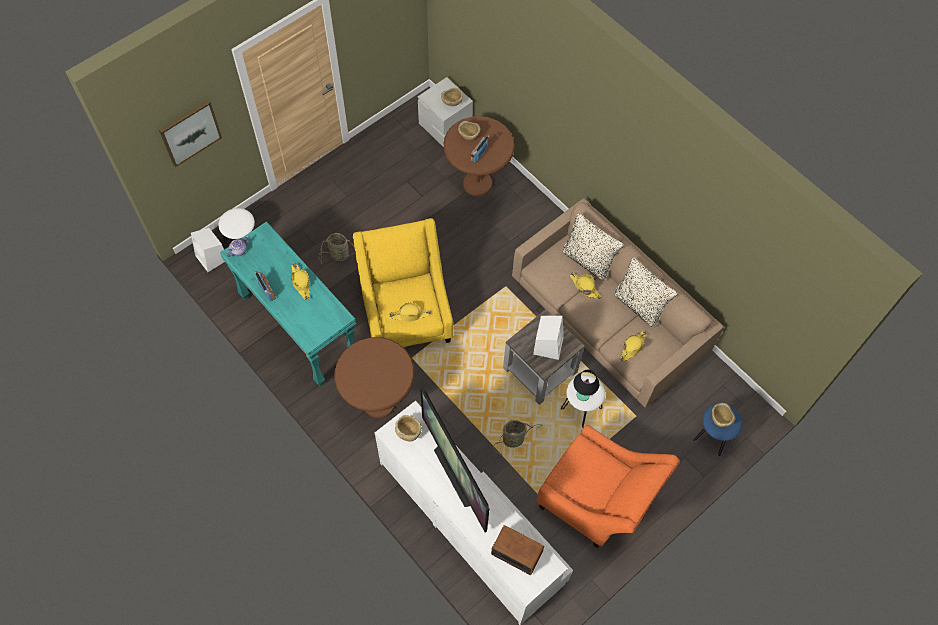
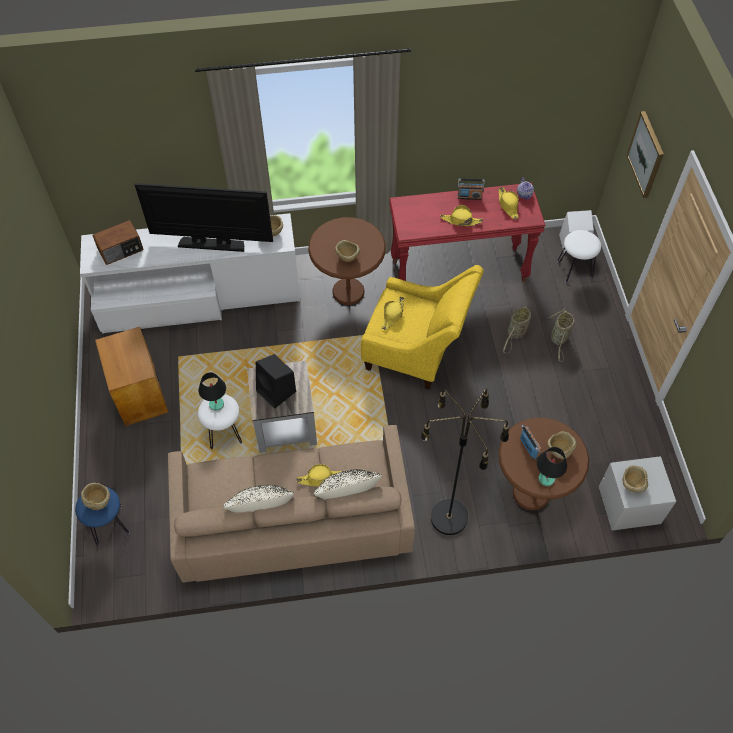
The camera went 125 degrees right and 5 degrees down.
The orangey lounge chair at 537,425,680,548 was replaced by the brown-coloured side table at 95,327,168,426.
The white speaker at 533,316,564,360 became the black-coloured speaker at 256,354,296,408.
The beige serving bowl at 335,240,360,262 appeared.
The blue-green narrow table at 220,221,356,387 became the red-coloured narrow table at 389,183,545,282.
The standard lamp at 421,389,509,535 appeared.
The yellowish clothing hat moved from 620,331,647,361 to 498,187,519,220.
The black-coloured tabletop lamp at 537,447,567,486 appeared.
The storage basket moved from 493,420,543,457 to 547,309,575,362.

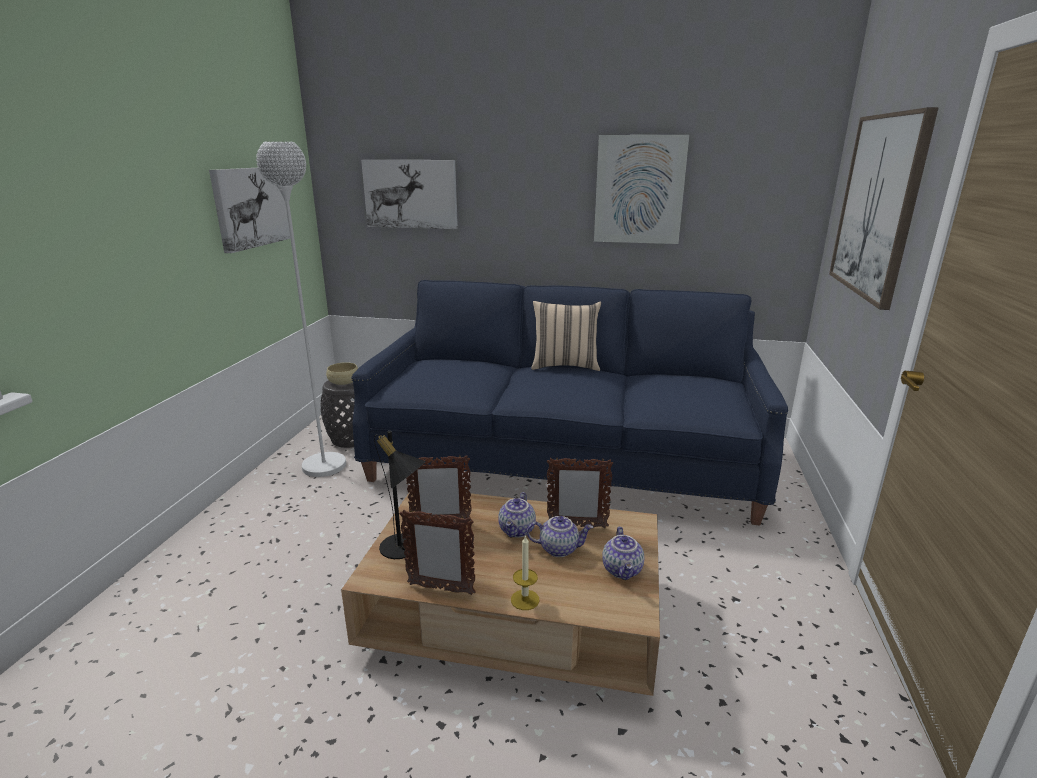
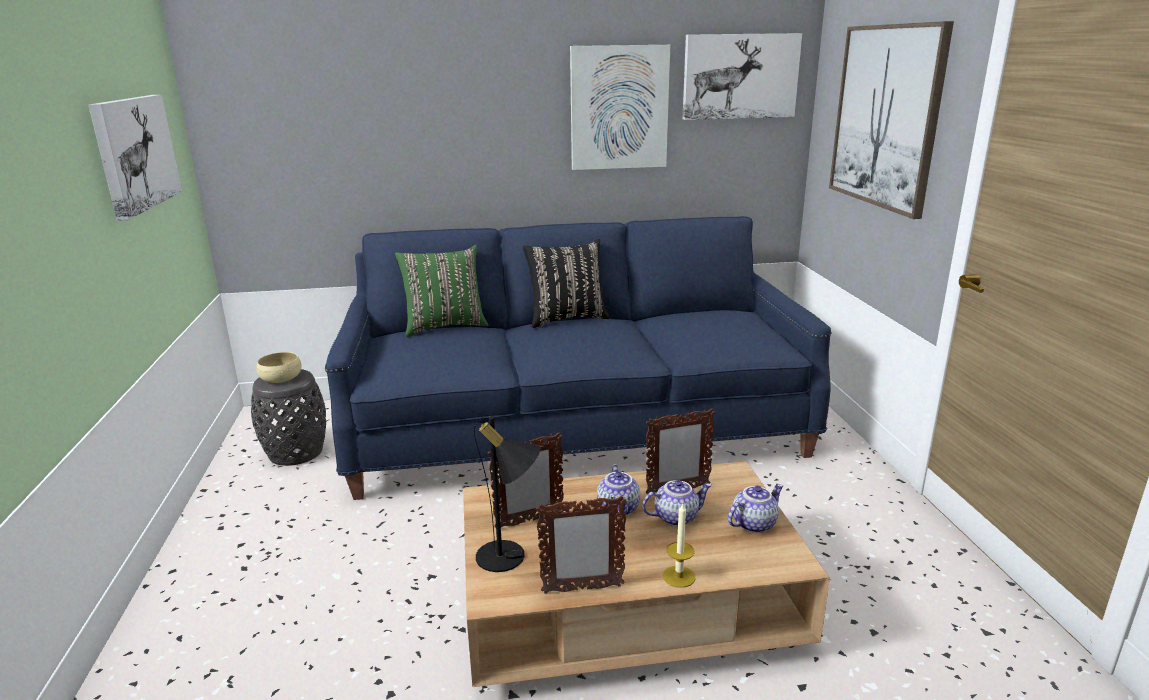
The camera went 20 degrees left and 0 degrees up.
The green-coloured pillow at 395,245,488,337 appeared.
The beige pillow at 531,301,601,371 became the black-coloured pillow at 523,239,609,328.
The wall picture moved from 361,160,458,229 to 682,33,802,120.
The teapot at 602,527,644,580 turned 105 degrees counterclockwise.
The white standard lamp at 256,141,346,477 disappeared.

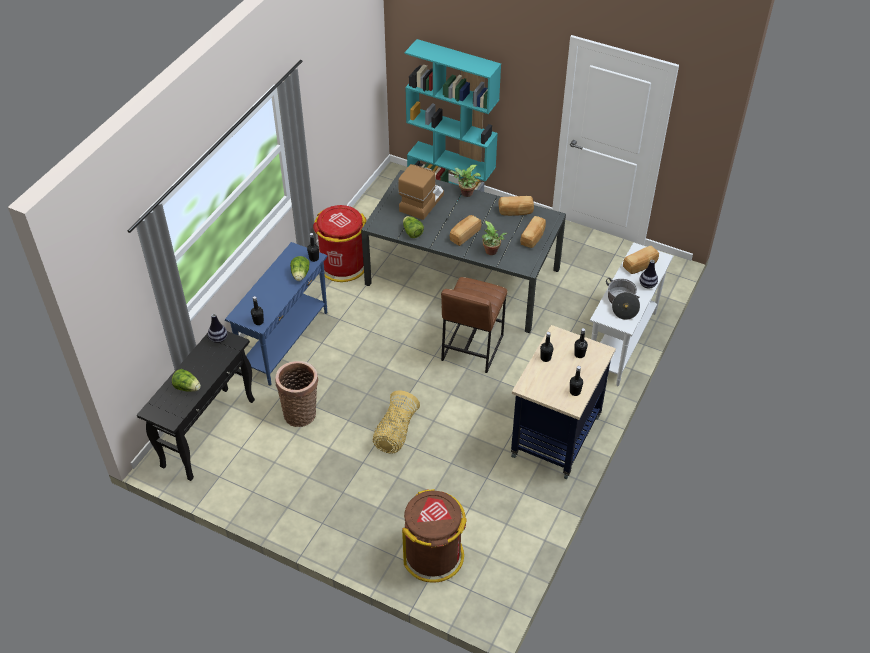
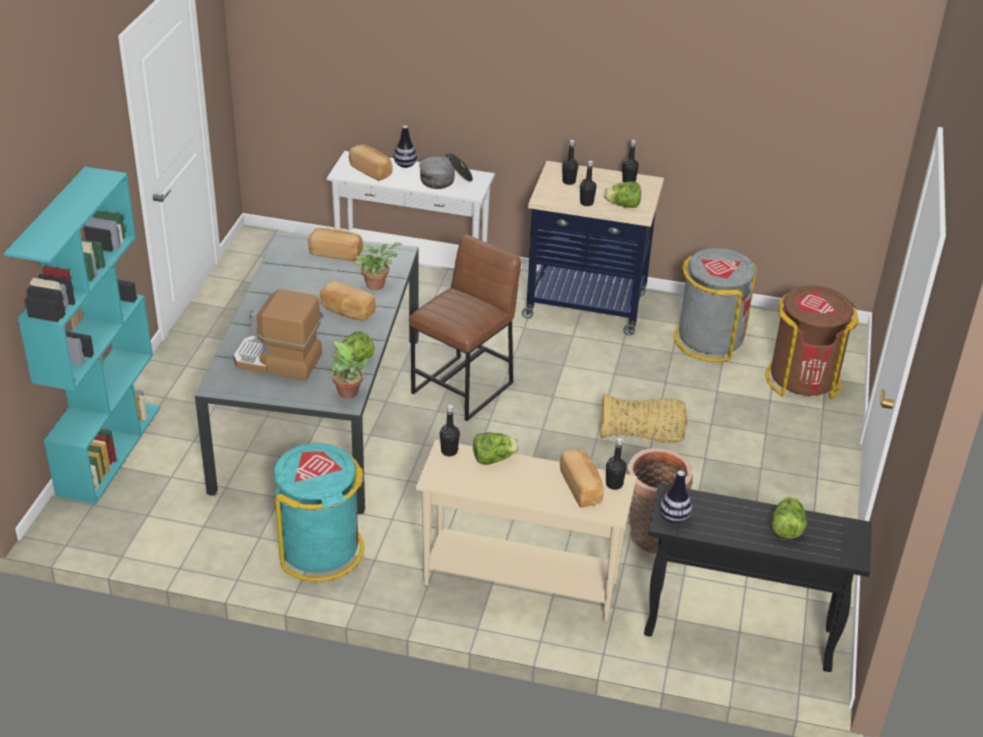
The camera went 105 degrees left and 10 degrees down.
The red-coloured trash can at 313,205,366,282 became the blue-green trash can at 273,443,364,582.
The plant in a pot moved from 450,165,481,197 to 330,341,372,399.
The brown-coloured plain chair at 441,277,507,373 turned 60 degrees counterclockwise.
The blue-coloured narrow table at 225,242,328,386 became the beige narrow table at 415,440,637,622.
The bakery bread moved from 498,196,534,216 to 560,449,604,508.
The lettuce at 604,182,641,208 appeared.
The grey trash can at 674,248,757,362 appeared.

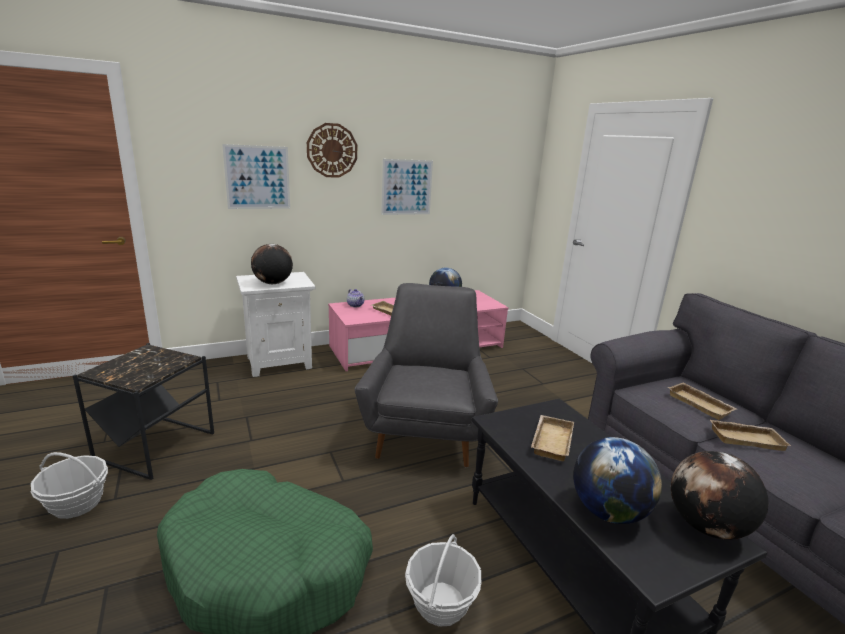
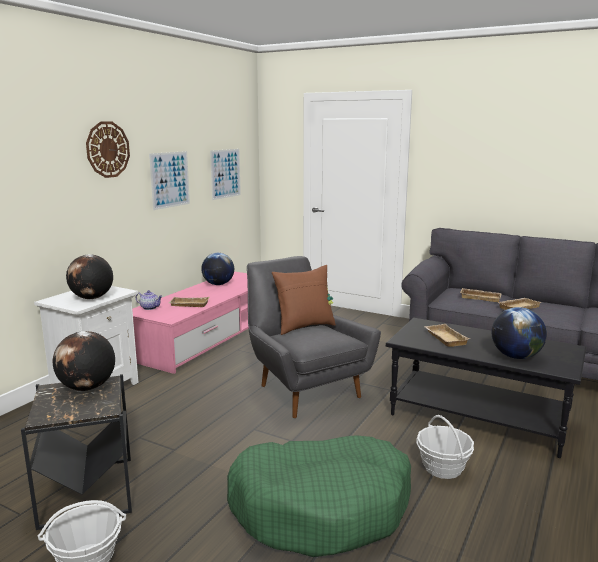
The camera went 35 degrees left and 5 degrees down.
The globe moved from 671,451,768,540 to 52,331,115,391.
The wall picture moved from 222,144,290,209 to 210,149,241,200.
The brown-coloured pillow at 272,265,336,335 appeared.

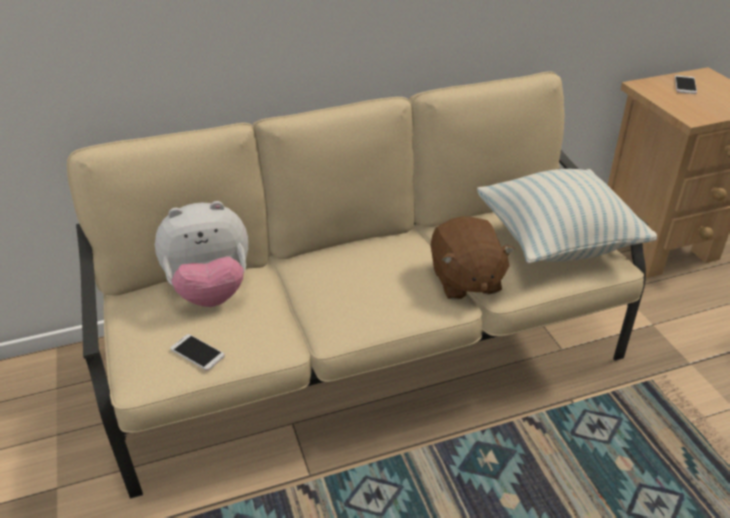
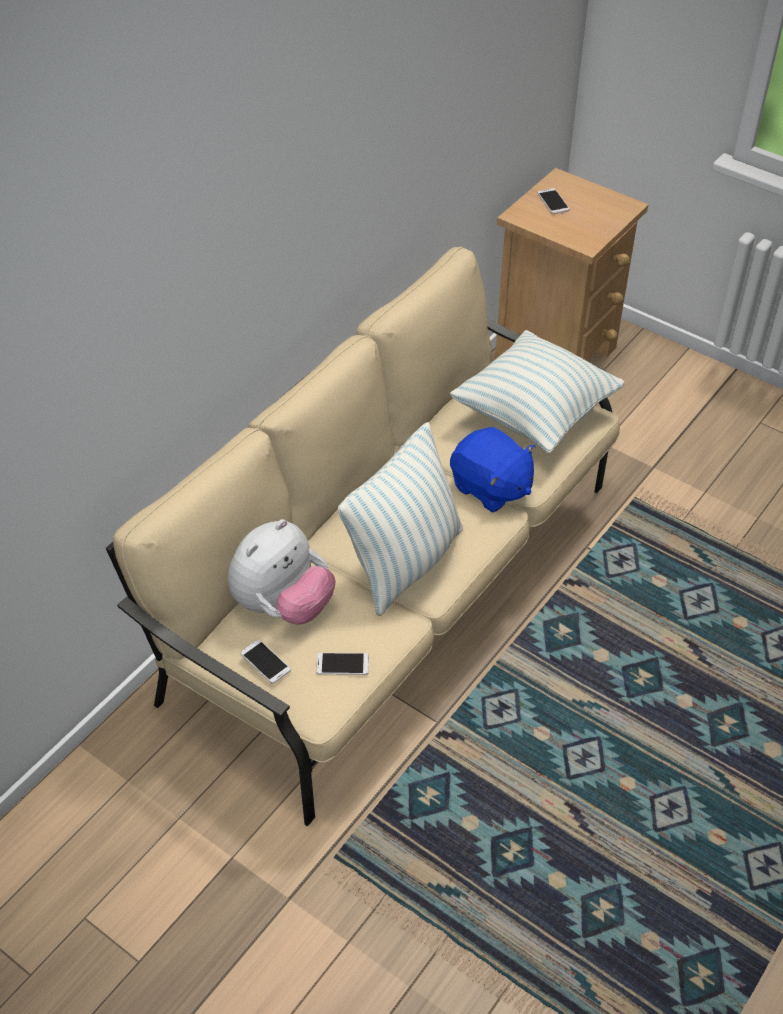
The camera went 35 degrees left and 10 degrees up.
The phone at 240,639,291,684 appeared.
The pillow at 338,422,463,616 appeared.
The brown-coloured soft toy at 430,217,515,300 became the blue-coloured soft toy at 450,427,536,513.

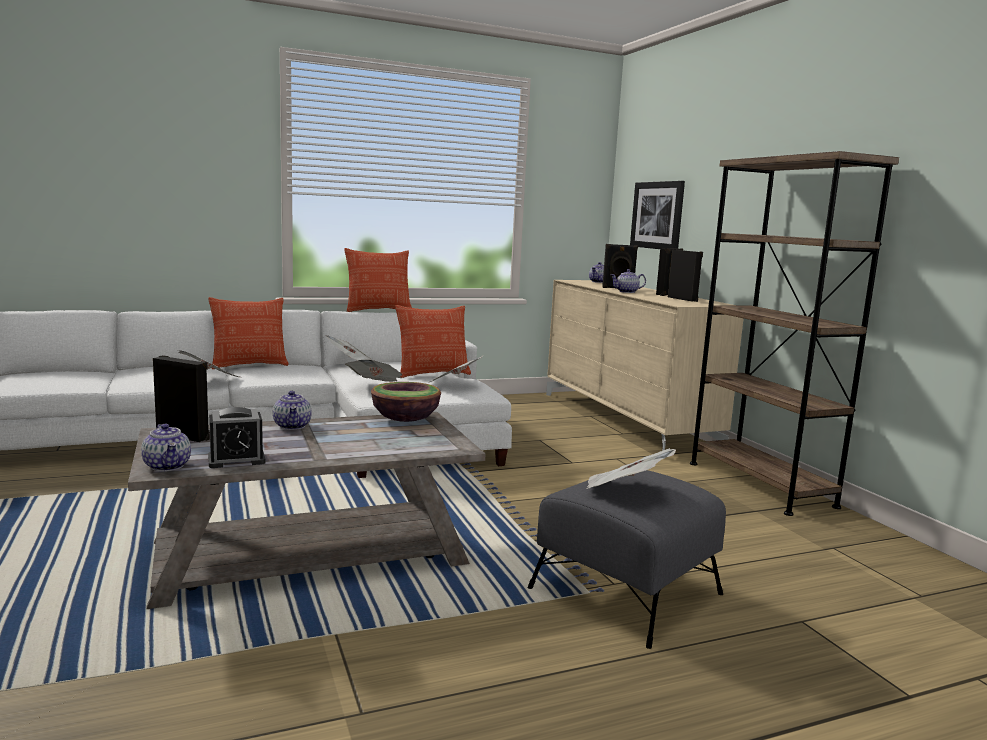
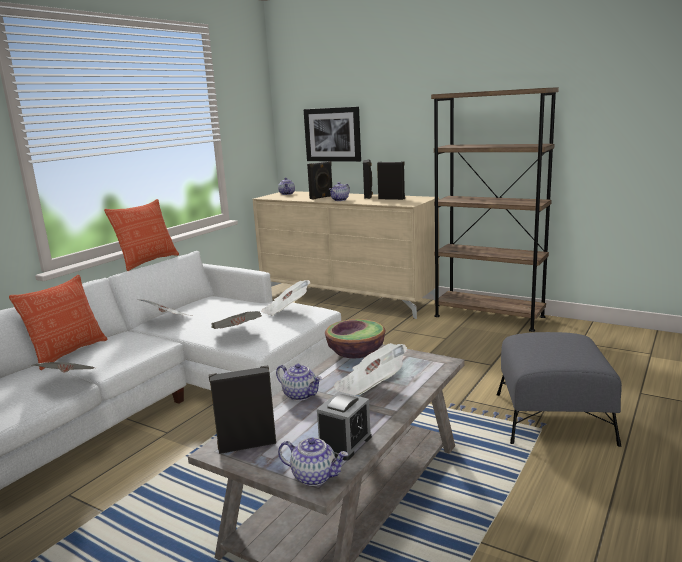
The camera went 35 degrees left and 5 degrees up.
The printed paper moved from 586,448,676,489 to 334,343,408,396.
The orangey pillow at 395,305,471,378 disappeared.

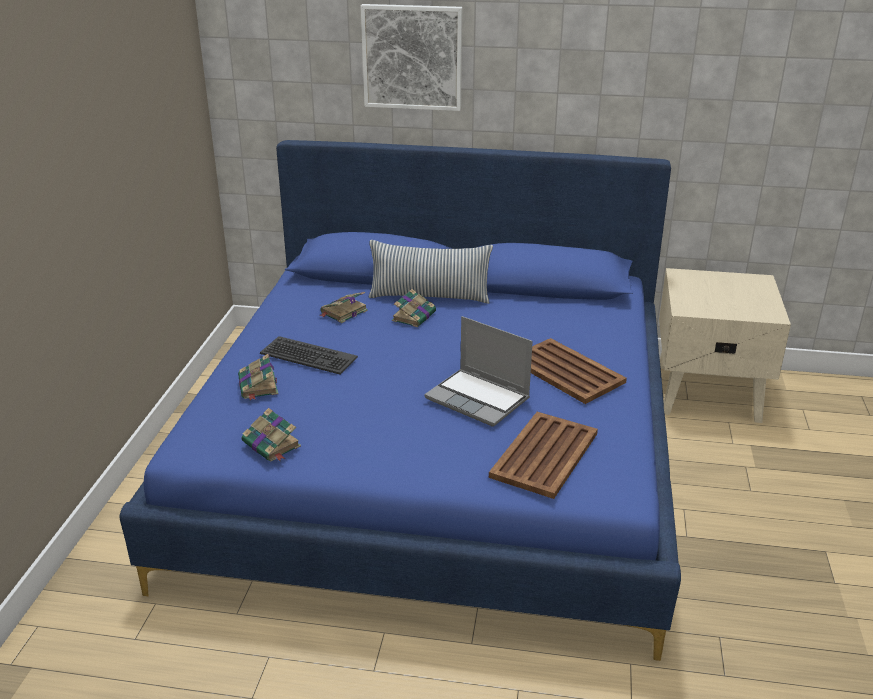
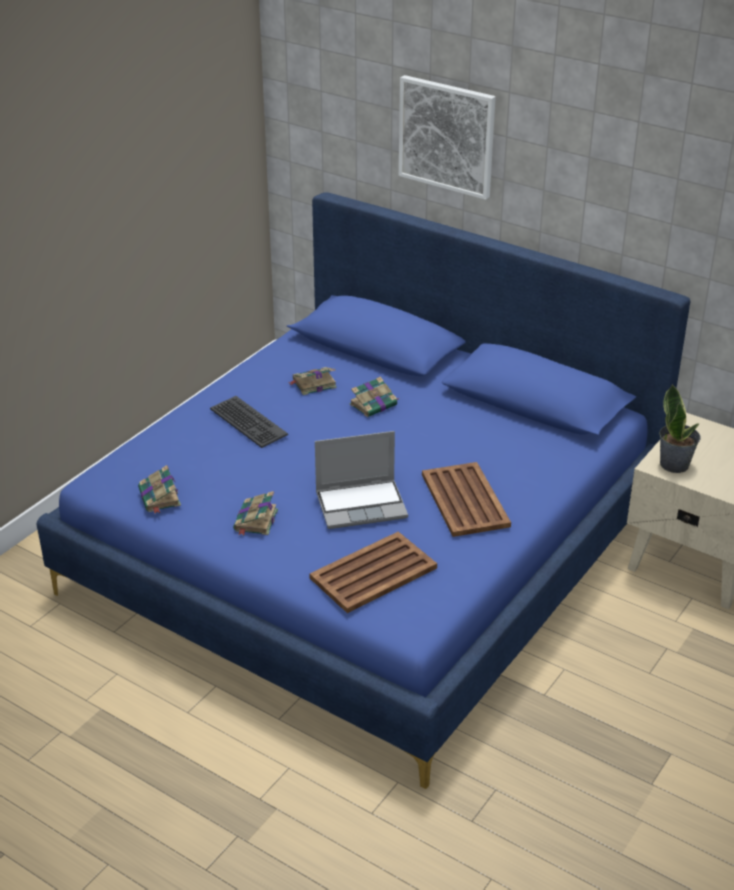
The camera went 25 degrees right and 5 degrees up.
The volume moved from 238,354,278,400 to 233,491,278,536.
The laptop at 425,316,533,427 turned 75 degrees counterclockwise.
The plant in a pot at 659,384,701,473 appeared.
The pillow at 369,240,493,304 disappeared.

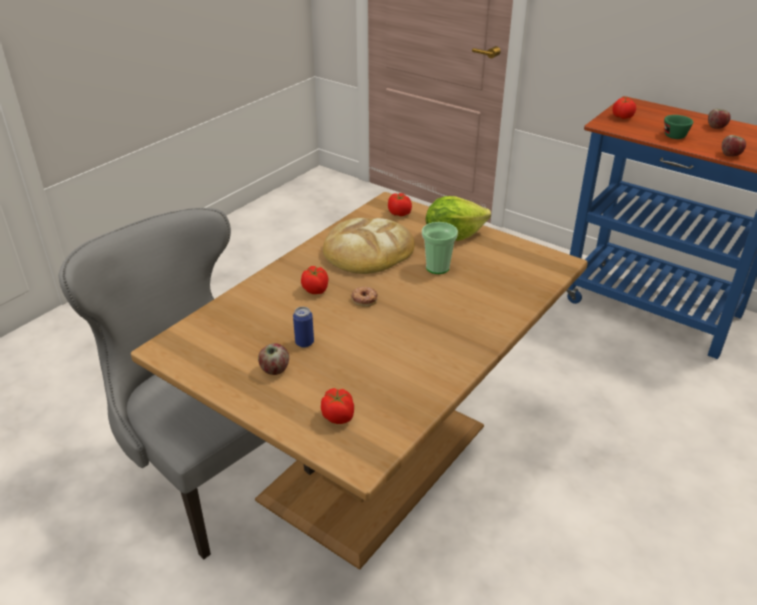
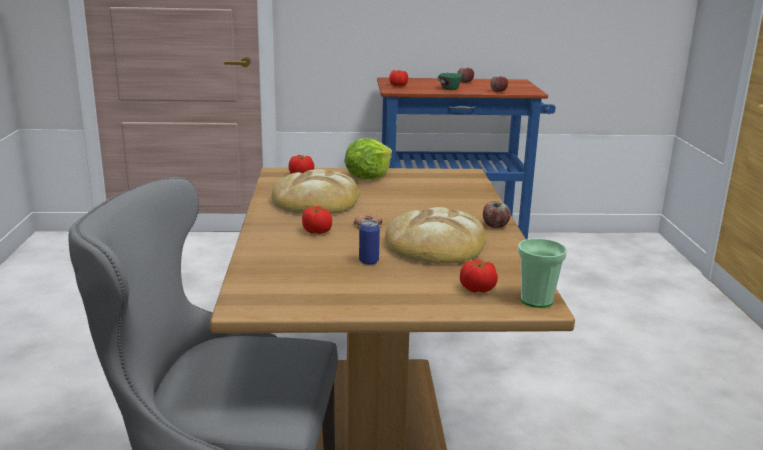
The camera went 40 degrees left and 15 degrees down.
The bakery bread at 385,207,487,264 appeared.
The apple fruit moved from 258,343,289,375 to 483,201,511,228.
The cup moved from 422,222,458,274 to 518,238,567,308.

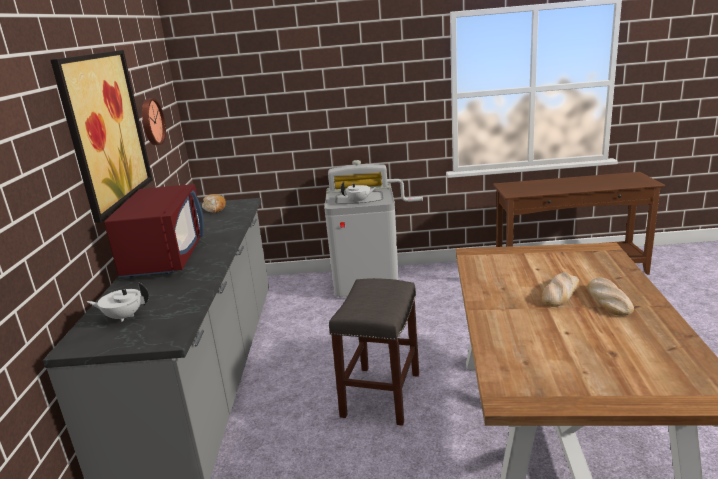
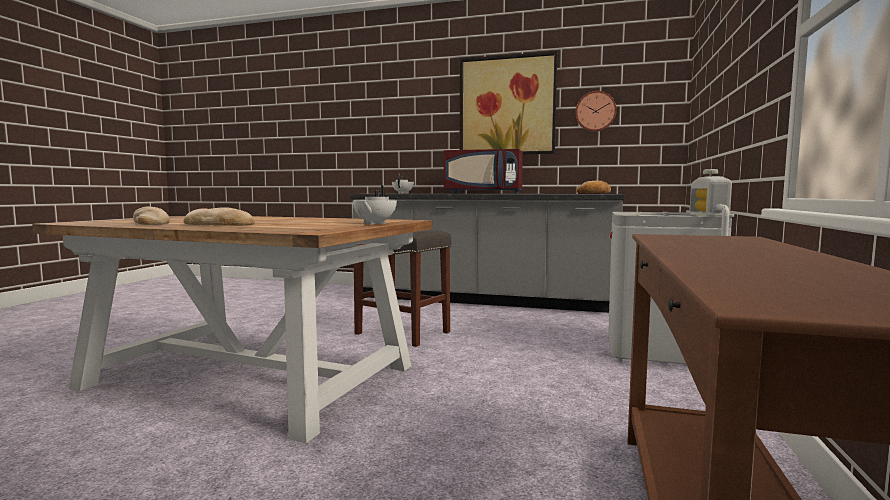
The camera went 105 degrees right and 15 degrees down.
The bakery bread moved from 542,272,579,307 to 133,207,170,225.
The white teapot moved from 341,182,376,203 to 353,185,397,224.

